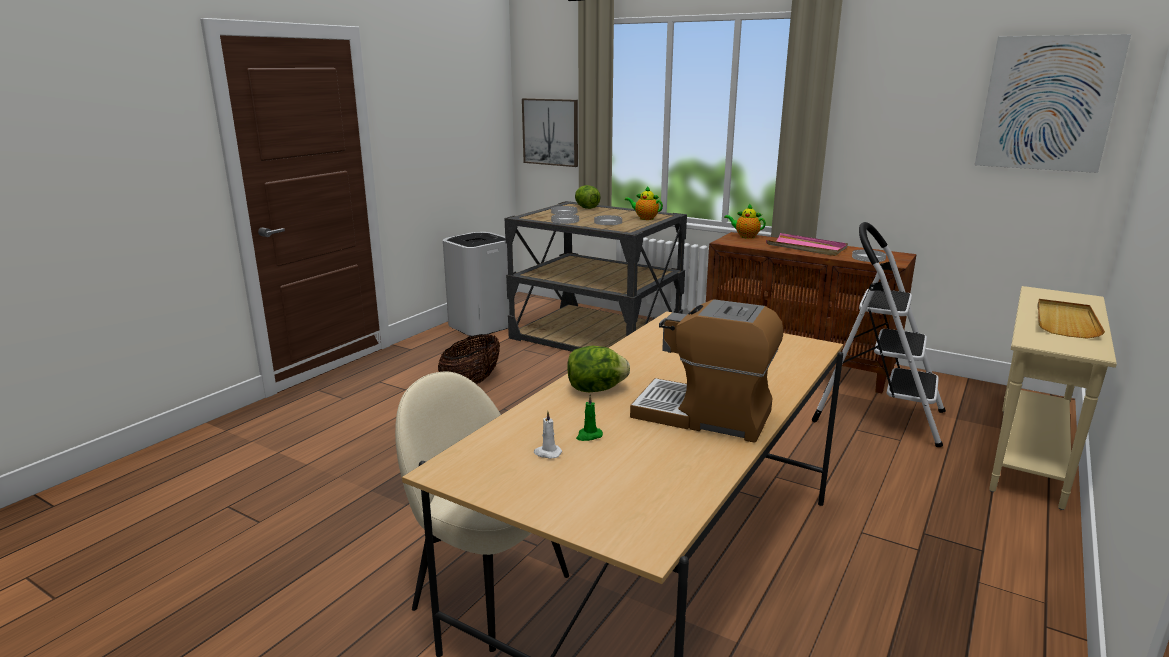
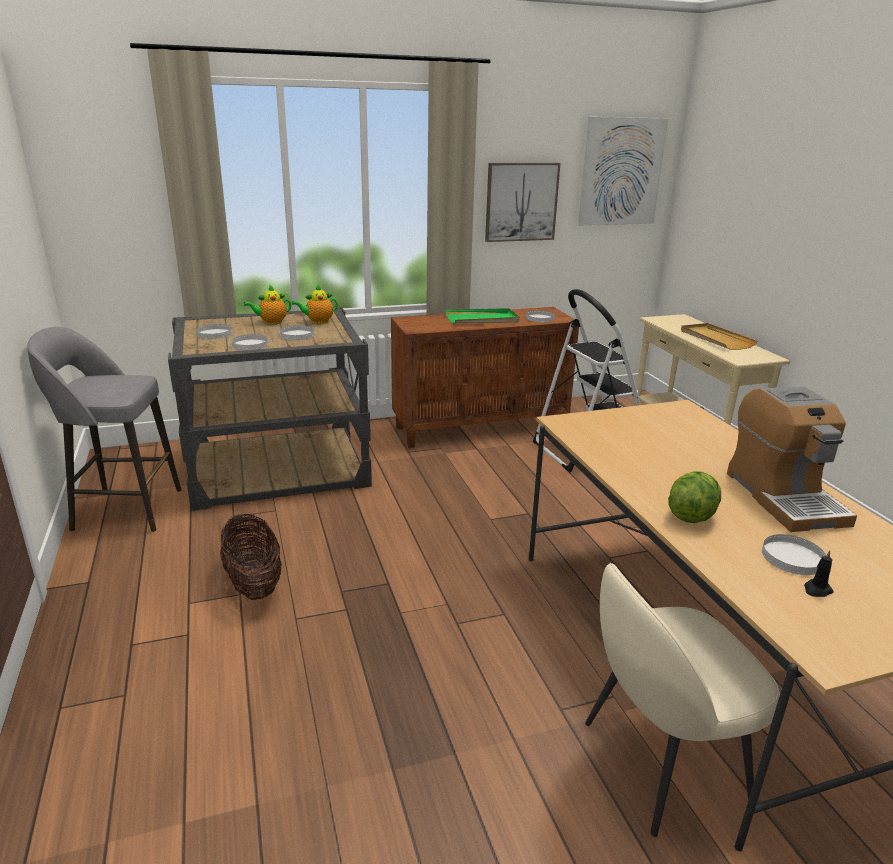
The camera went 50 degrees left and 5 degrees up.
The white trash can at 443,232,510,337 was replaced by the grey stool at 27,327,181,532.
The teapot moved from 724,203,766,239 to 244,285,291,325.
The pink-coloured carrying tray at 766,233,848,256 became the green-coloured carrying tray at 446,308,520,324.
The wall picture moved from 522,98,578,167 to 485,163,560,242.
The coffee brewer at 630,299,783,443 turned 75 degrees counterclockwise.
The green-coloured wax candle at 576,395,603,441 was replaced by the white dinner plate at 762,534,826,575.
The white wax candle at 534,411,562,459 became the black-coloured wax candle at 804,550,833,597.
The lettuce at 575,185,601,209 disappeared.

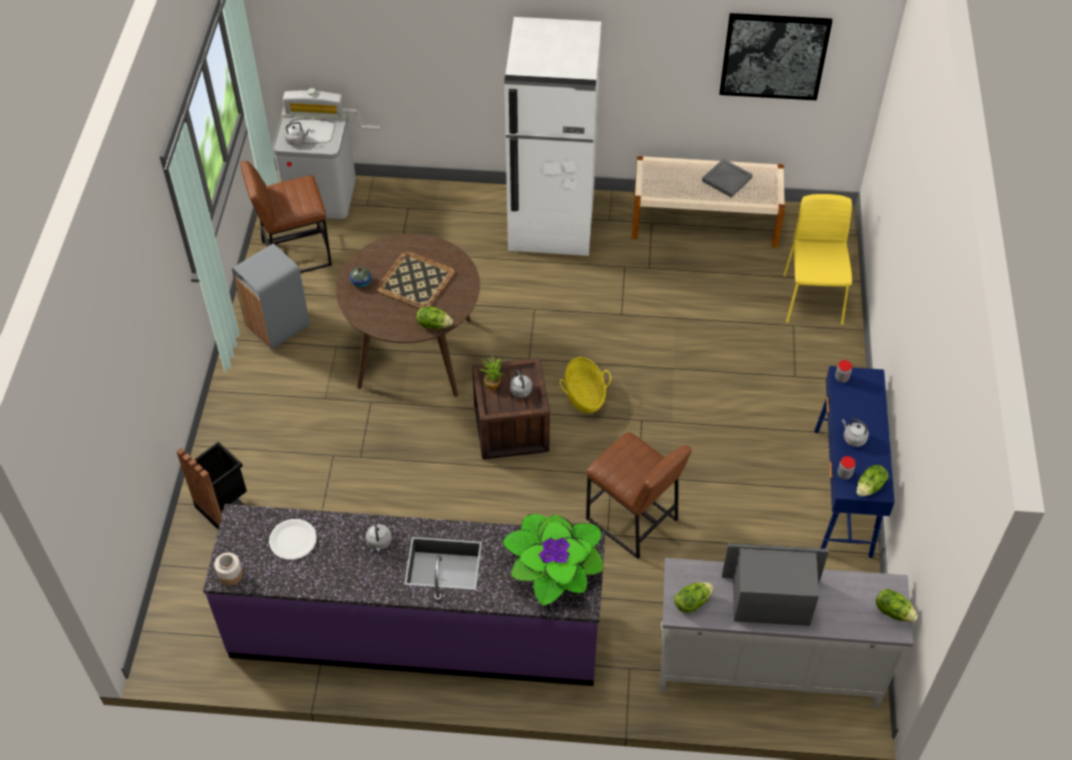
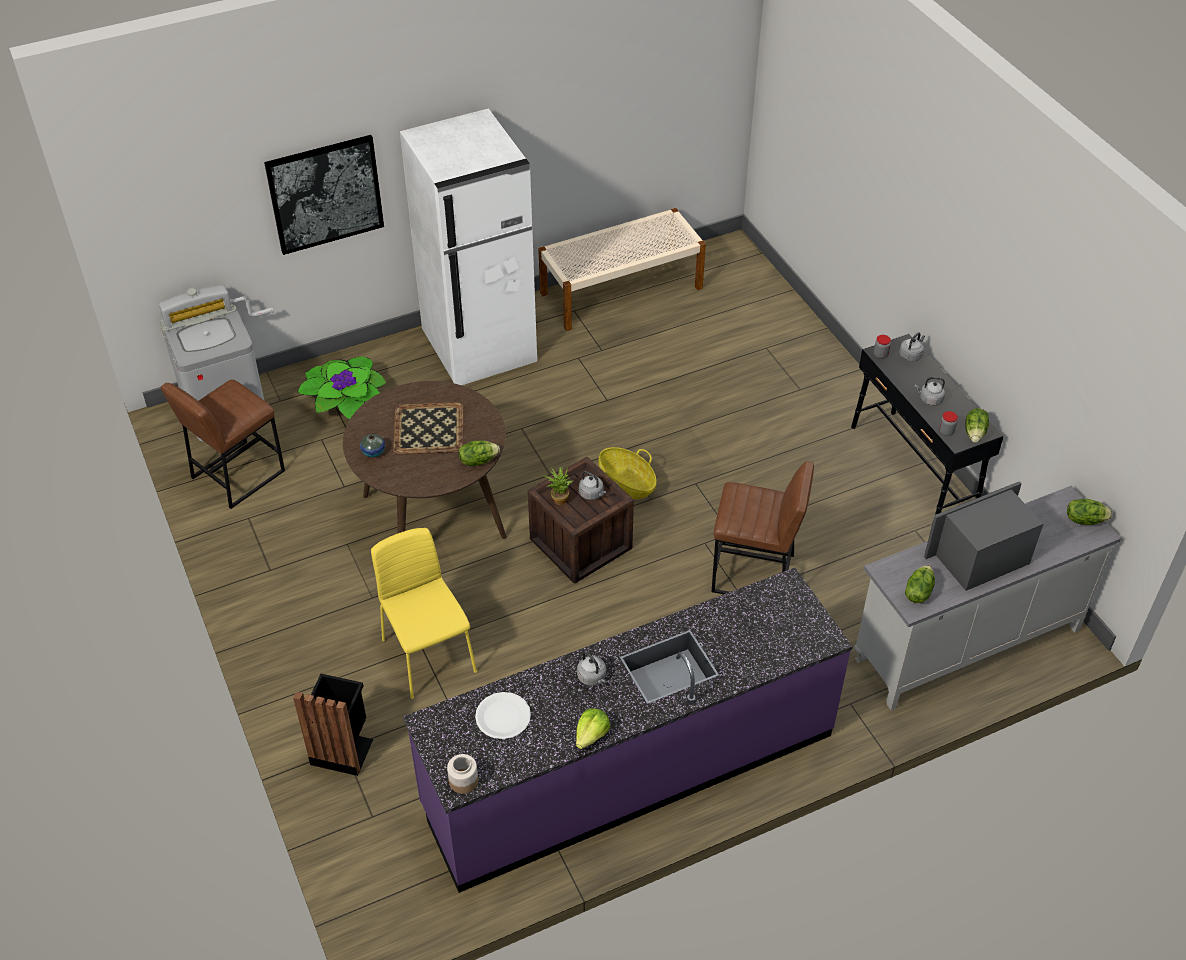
The camera went 30 degrees left and 5 degrees down.
The wall picture moved from 719,13,832,100 to 264,135,384,255.
The plant in a pot moved from 502,514,604,607 to 297,357,386,419.
The yellowish plain chair moved from 783,194,852,325 to 371,528,477,699.
The lettuce at 576,708,610,749 appeared.
The blue-coloured narrow table at 814,366,895,558 became the black-coloured narrow table at 851,334,1004,515.
The grey water kettle moved from 285,122,310,146 to 899,332,925,361.
The grey trash can at 232,244,310,350 disappeared.
The grey carrying tray at 702,158,753,198 disappeared.

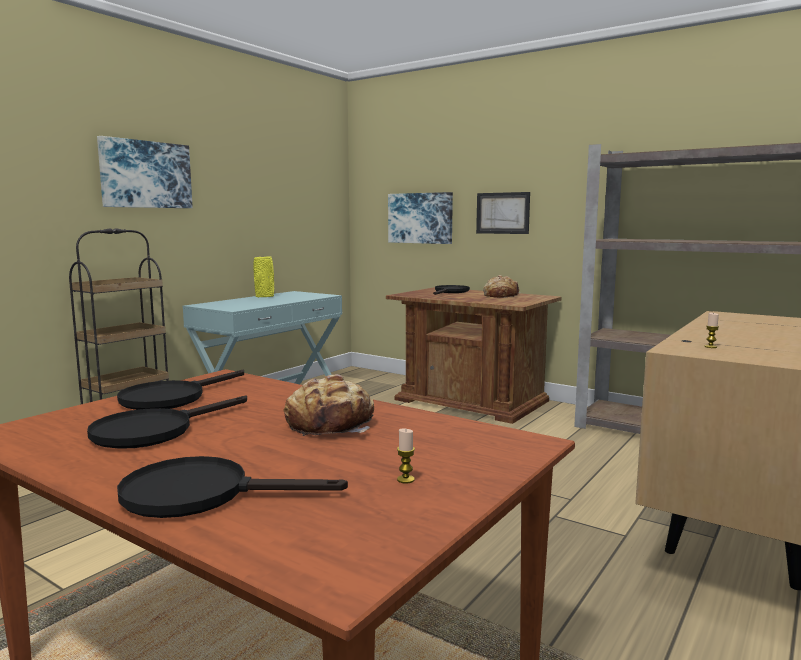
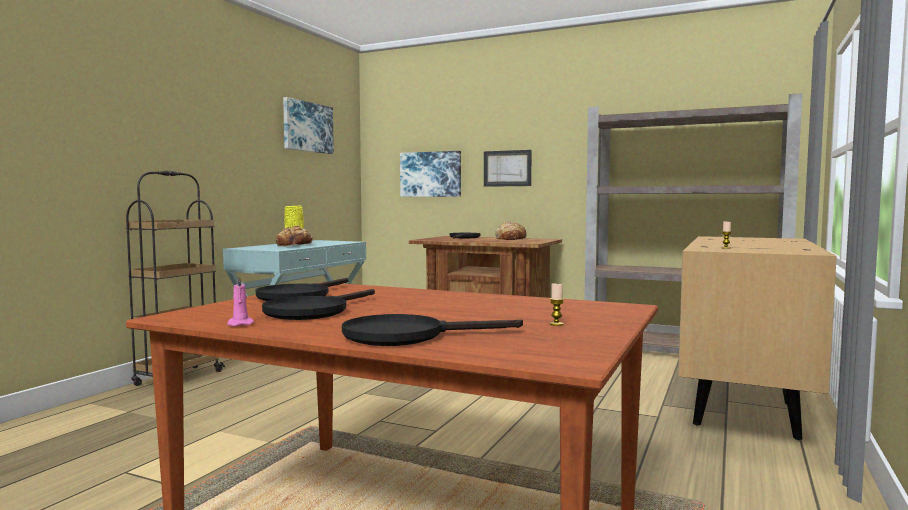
The camera went 10 degrees left and 5 degrees down.
The pink-coloured wax candle at 227,275,254,326 appeared.
The bakery bread moved from 283,374,374,436 to 276,226,313,247.
The wall picture moved from 97,136,193,208 to 283,97,334,154.

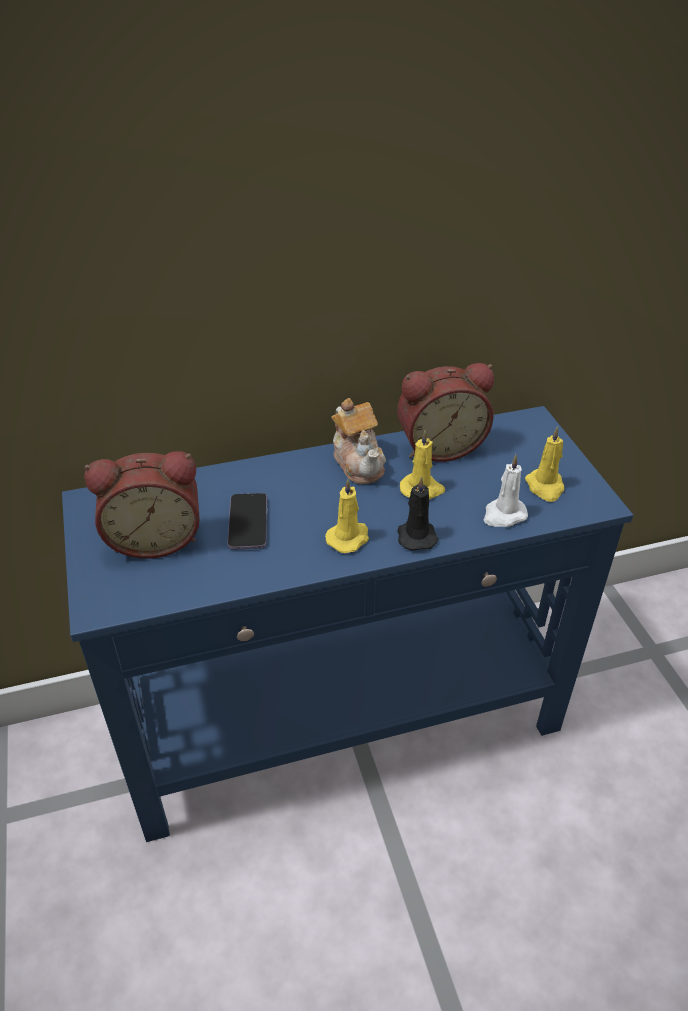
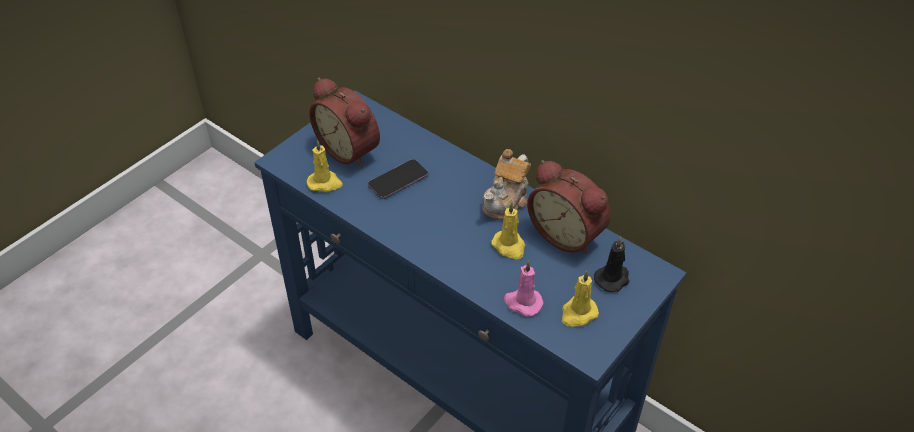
The camera went 55 degrees right and 5 degrees up.
The yellowish wax candle moved from 325,479,369,553 to 307,140,343,192.
The white wax candle at 484,455,528,527 became the pink-coloured wax candle at 504,261,544,317.
The black-coloured wax candle moved from 398,476,438,551 to 594,237,629,292.

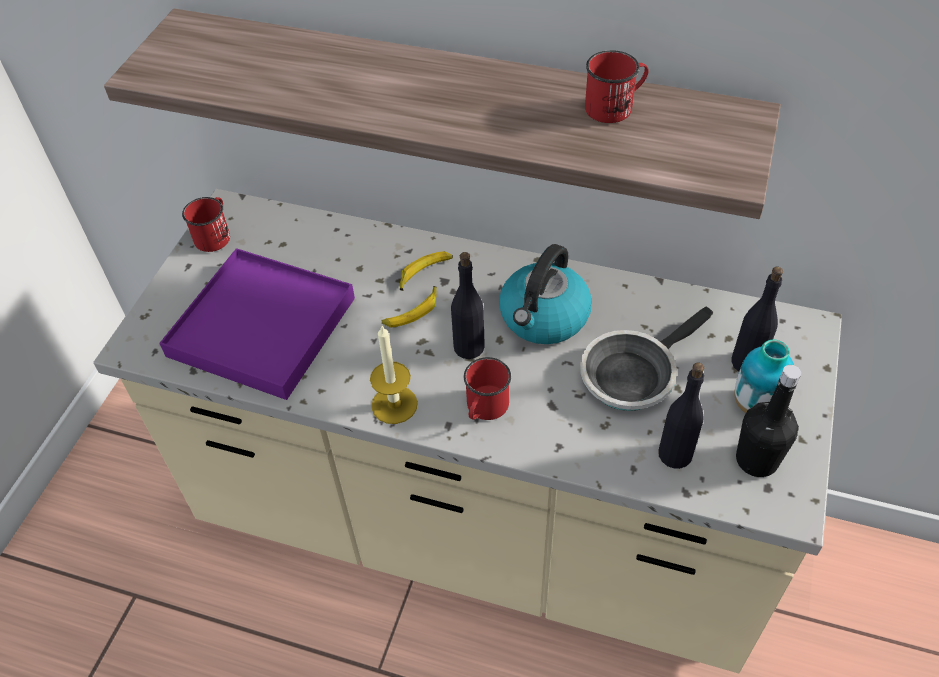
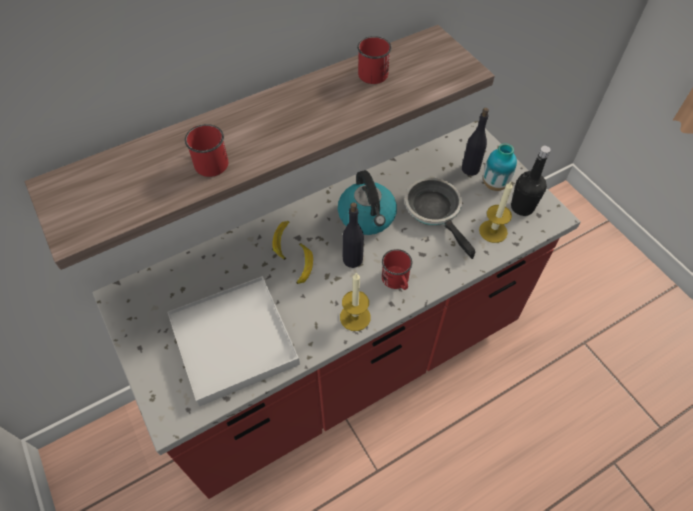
The camera went 50 degrees left and 5 degrees up.
The beige kitchen counter at 93,189,842,673 became the red-coloured kitchen counter at 92,121,581,499.
The purple carrying tray at 159,248,355,400 became the white carrying tray at 167,276,300,407.
The red-coloured coffee mug moved from 182,197,230,252 to 185,124,228,177.
The frying pan at 580,306,713,411 turned 150 degrees clockwise.
The black-coloured beverage bottle at 658,363,704,469 was replaced by the wax candle at 479,182,512,243.

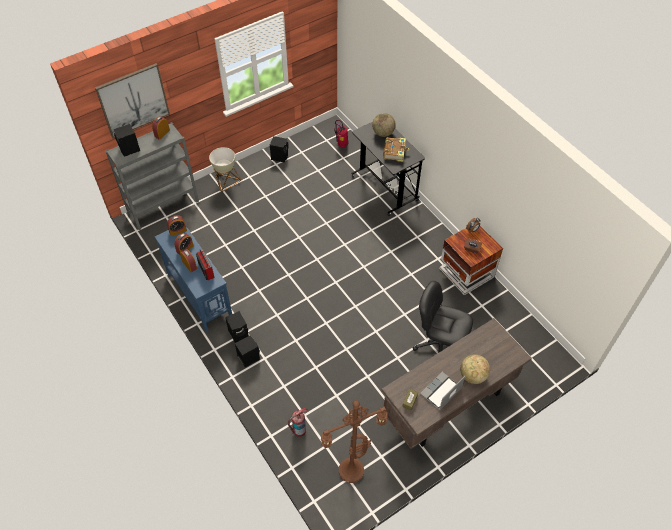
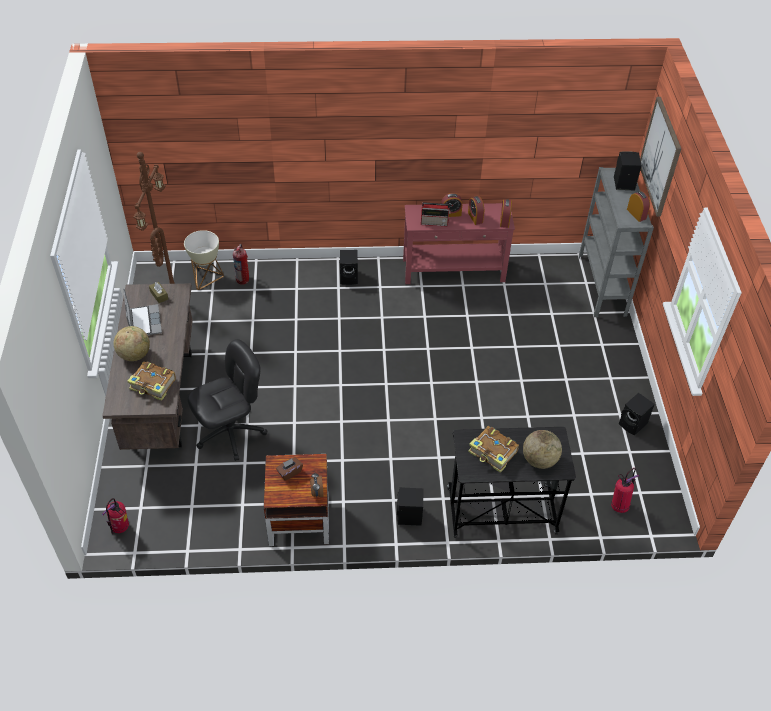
The camera went 120 degrees right and 5 degrees down.
The extinguisher at 102,498,129,534 appeared.
The volume at 127,361,176,401 appeared.
The plant pot moved from 209,147,241,192 to 184,230,224,290.
The black-coloured speaker moved from 225,311,249,343 to 397,487,424,526.
The blue-coloured narrow table at 155,227,232,332 became the red-coloured narrow table at 403,203,515,284.

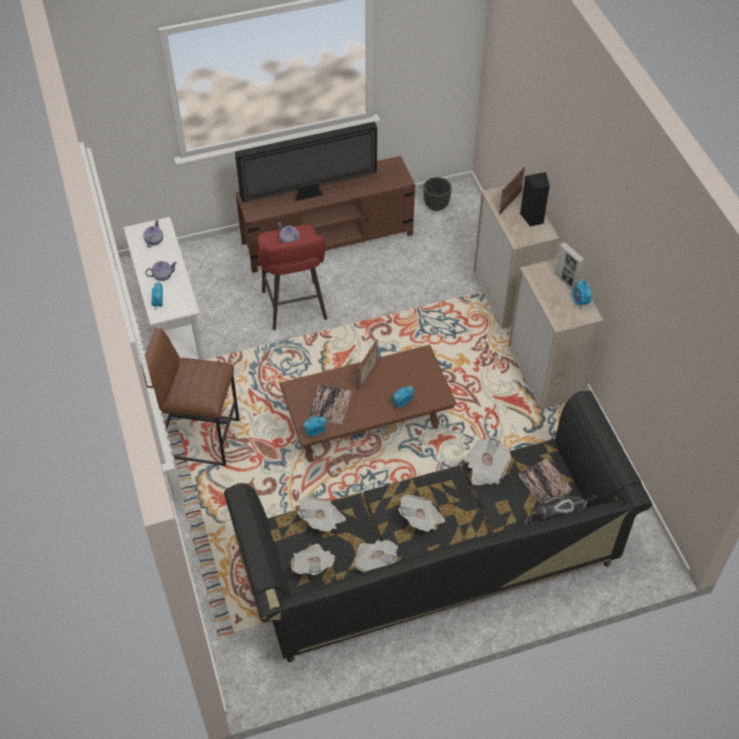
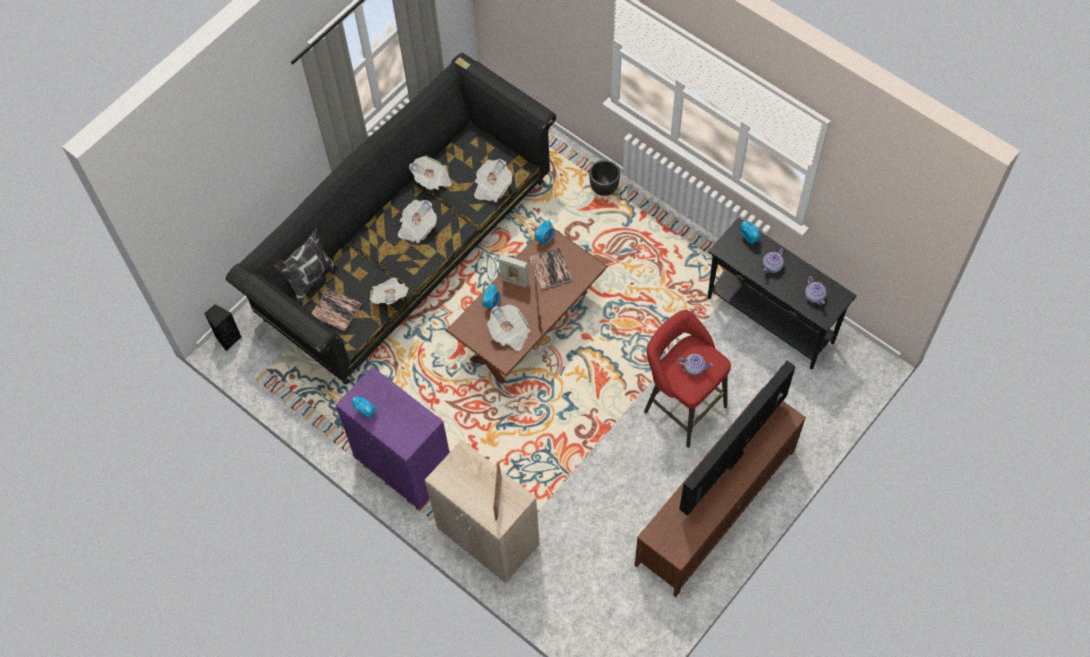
The camera went 150 degrees right and 10 degrees up.
The black-coloured speaker moved from 520,172,550,227 to 204,304,242,351.
The beige storage cabinet at 508,258,604,409 became the purple storage cabinet at 335,367,450,510.
The printed paper moved from 291,544,335,575 to 487,305,531,351.
The standing frame moved from 555,242,585,290 to 498,254,529,288.
The black-coloured plant pot moved from 423,177,452,211 to 589,160,620,196.
The white narrow table at 123,217,203,360 became the black-coloured narrow table at 708,217,857,370.
The brown-coloured stool at 141,328,239,466 disappeared.

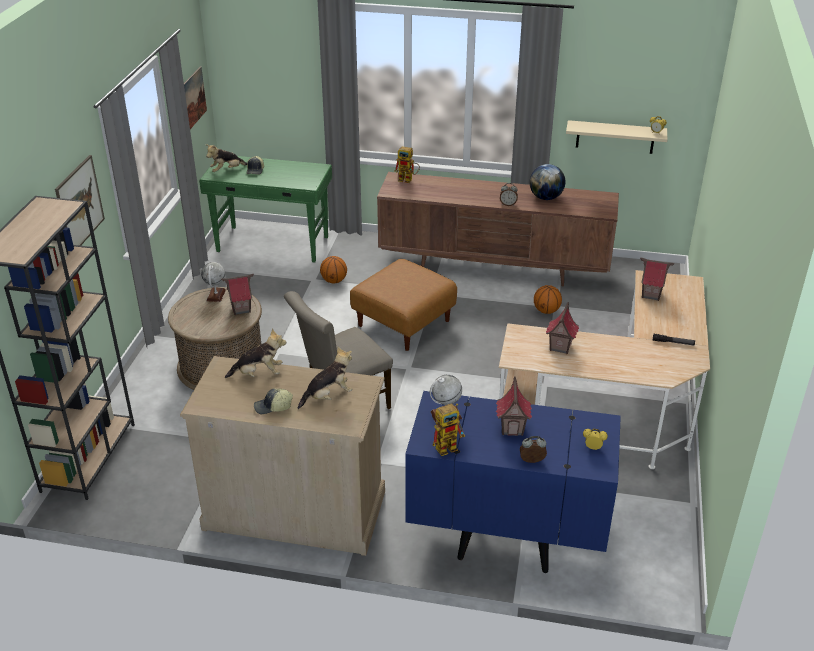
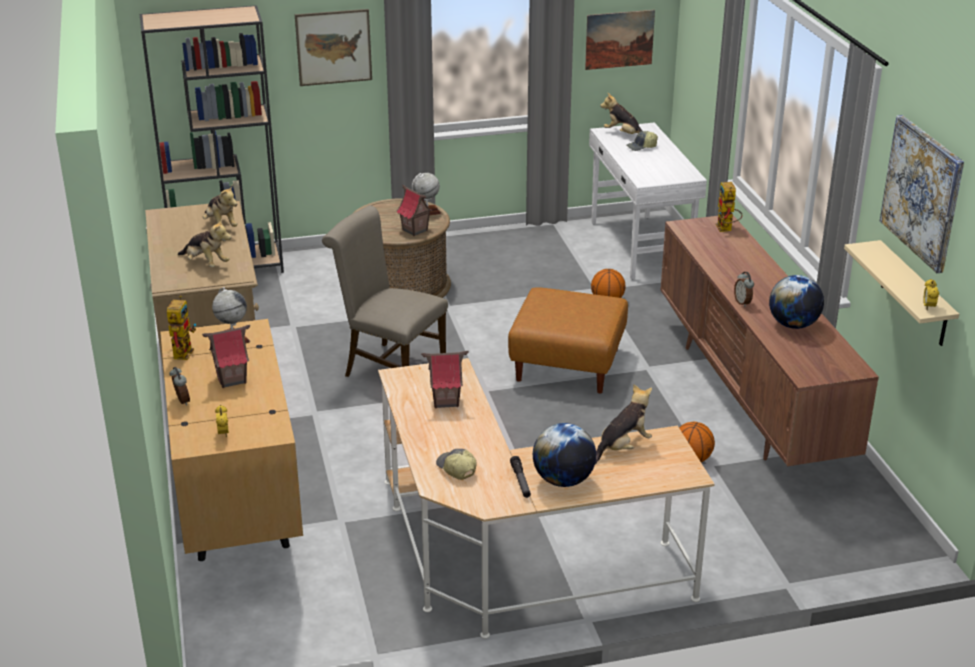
The camera went 65 degrees right and 5 degrees down.
The blue-coloured drawer chest at 405,391,621,573 became the beige drawer chest at 160,319,303,561.
The robot figure at 433,403,465,456 turned 120 degrees counterclockwise.
The baseball cap moved from 254,388,293,414 to 436,449,477,480.
The globe at 533,423,596,487 appeared.
The green-coloured narrow table at 199,156,332,262 became the white narrow table at 589,122,707,280.
The miniature house at 640,258,674,301 was replaced by the soft toy at 595,384,652,464.
The wall picture at 880,115,964,273 appeared.

